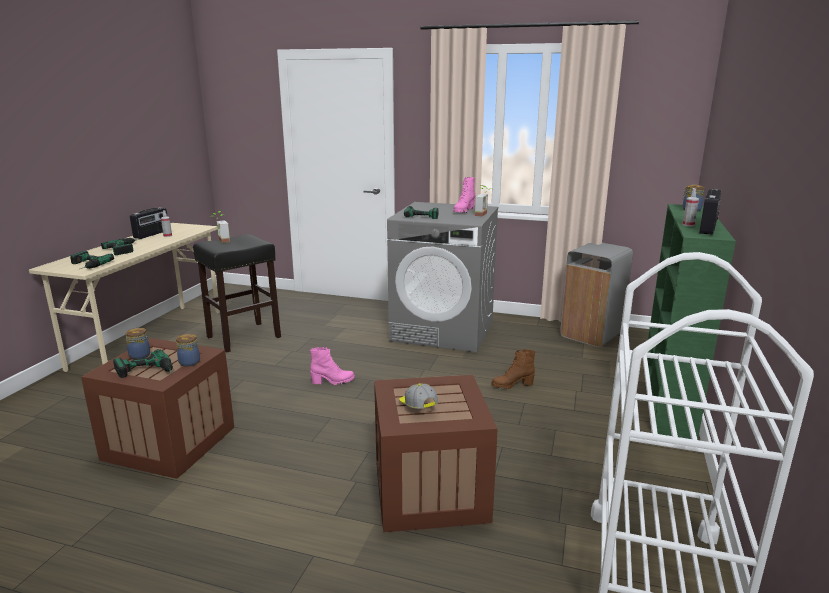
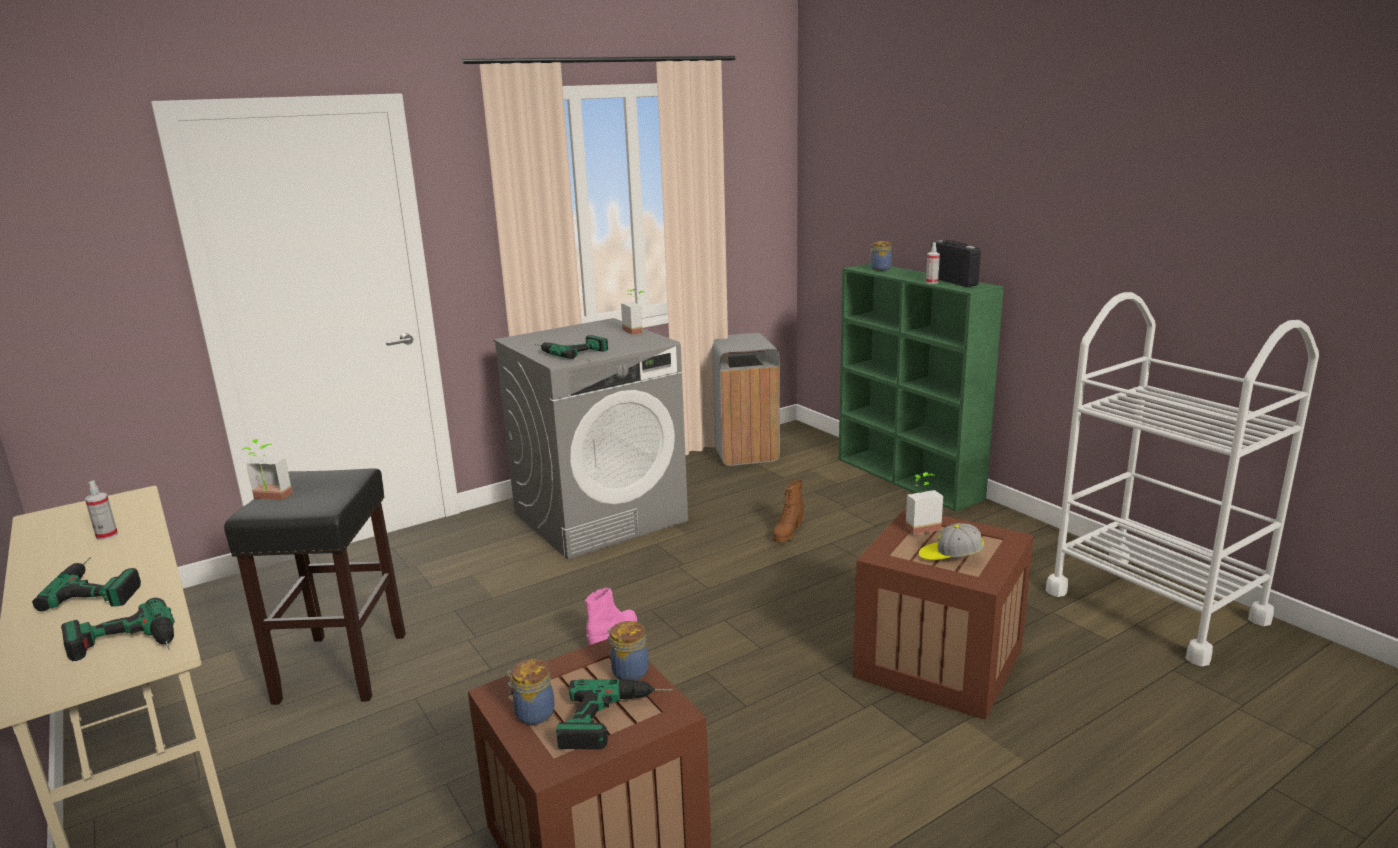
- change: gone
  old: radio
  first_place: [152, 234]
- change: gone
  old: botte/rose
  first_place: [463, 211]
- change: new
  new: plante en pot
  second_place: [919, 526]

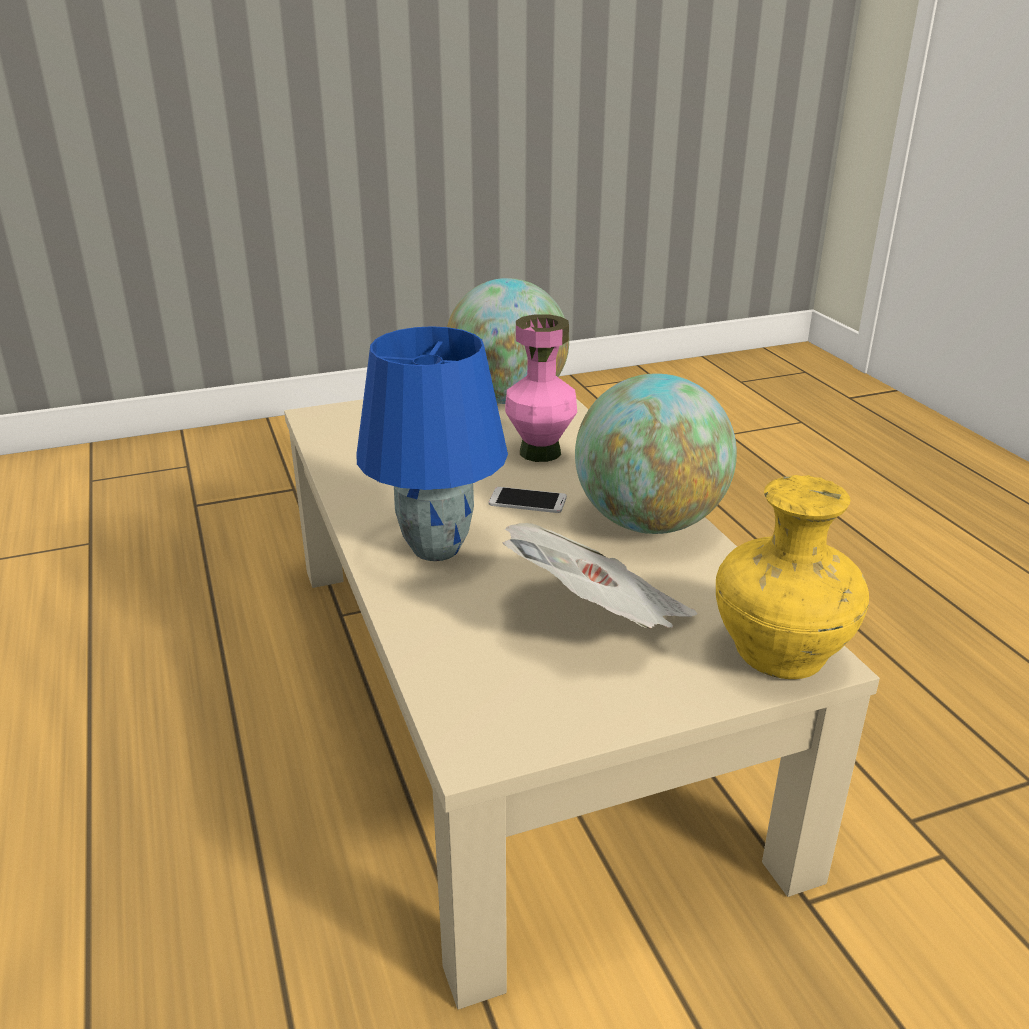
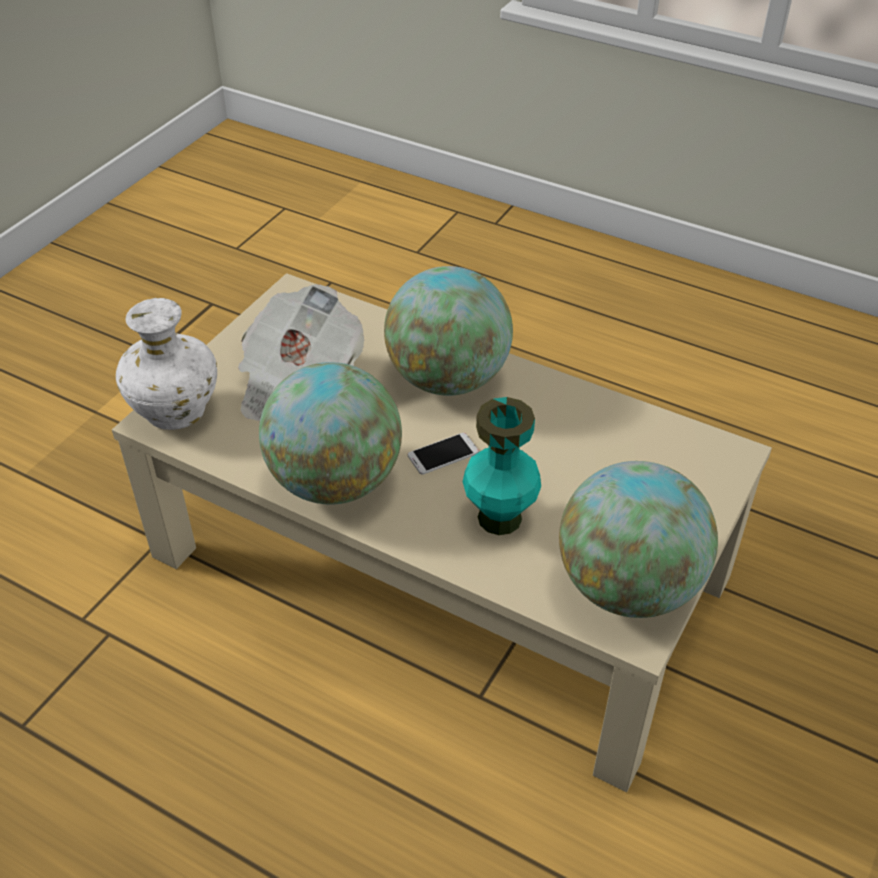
- change: swapped
  old: lampe de table/bleu
  new: globe
  first_place: [435, 550]
  second_place: [447, 379]
- change: repainted
  old: vase/rose
  new: vase/turquoise
  first_place: [540, 452]
  second_place: [499, 518]
- change: repainted
  old: vase/jaune
  new: vase/blanc
  first_place: [780, 657]
  second_place: [175, 412]

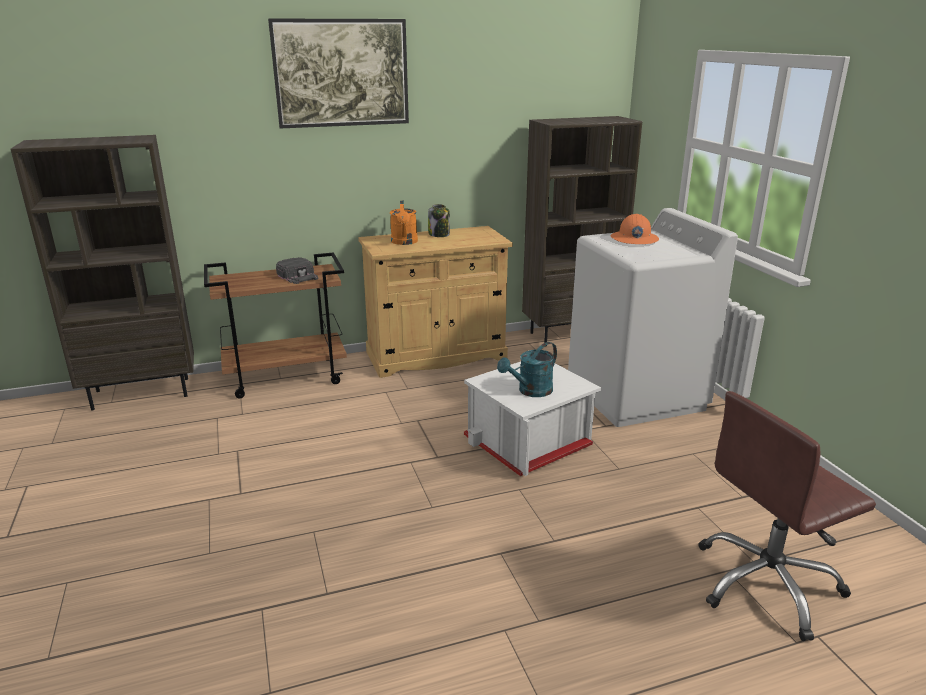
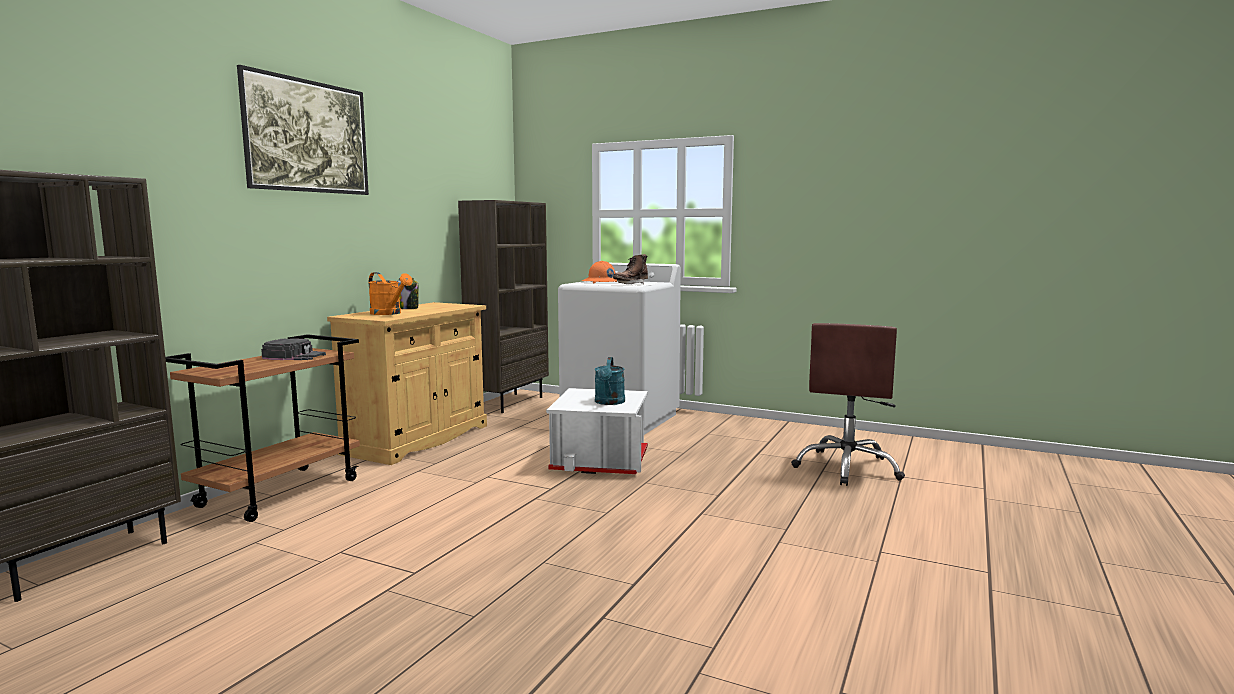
- change: new
  new: botte/marron
  second_place: [630, 284]

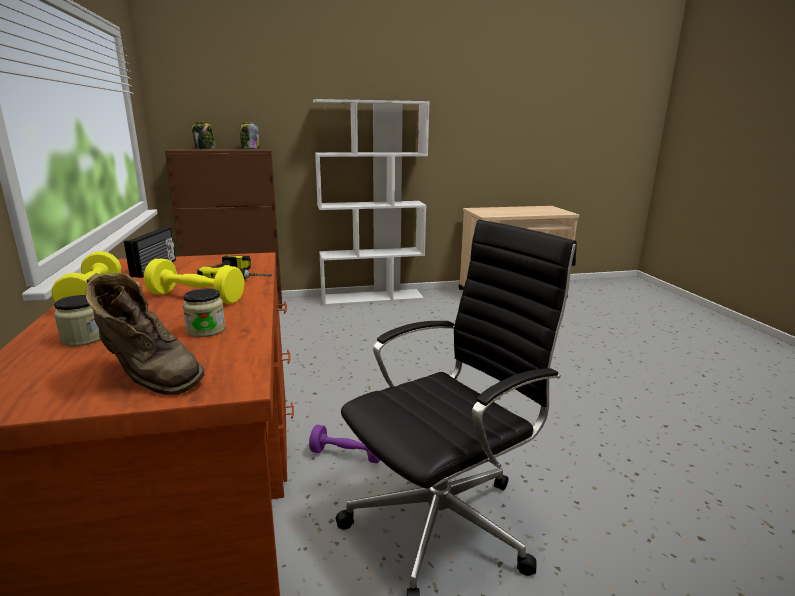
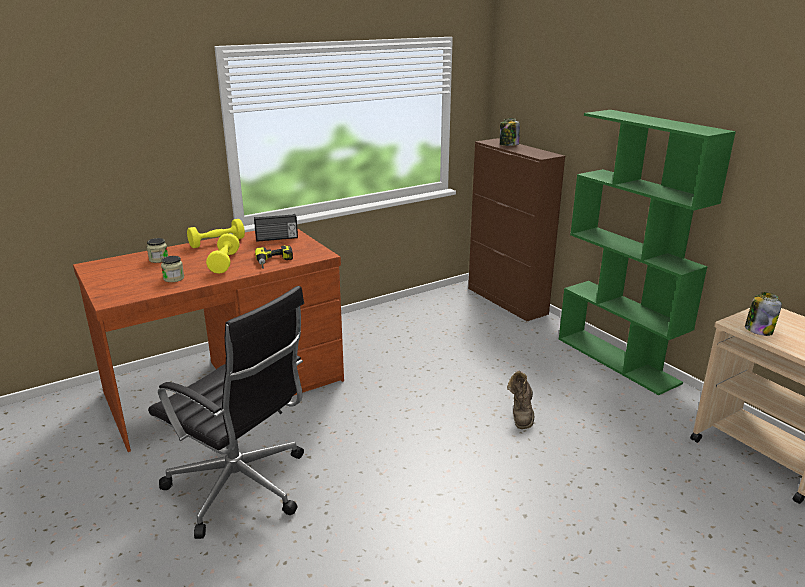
- change: gone
  old: haltère/violet
  first_place: [347, 455]
- change: shifted
  old: botte/marron
  first_place: [148, 377]
  second_place: [521, 415]
- change: shifted
  old: bocal
  first_place: [250, 149]
  second_place: [758, 330]
- change: repainted
  old: bibliothèque/blanc
  new: bibliothèque/vert
  first_place: [372, 297]
  second_place: [618, 360]

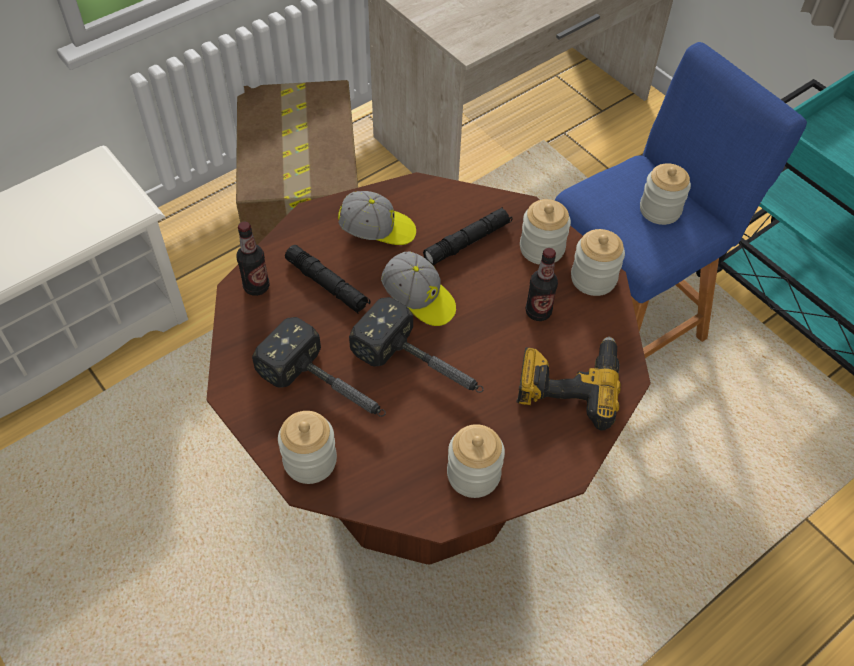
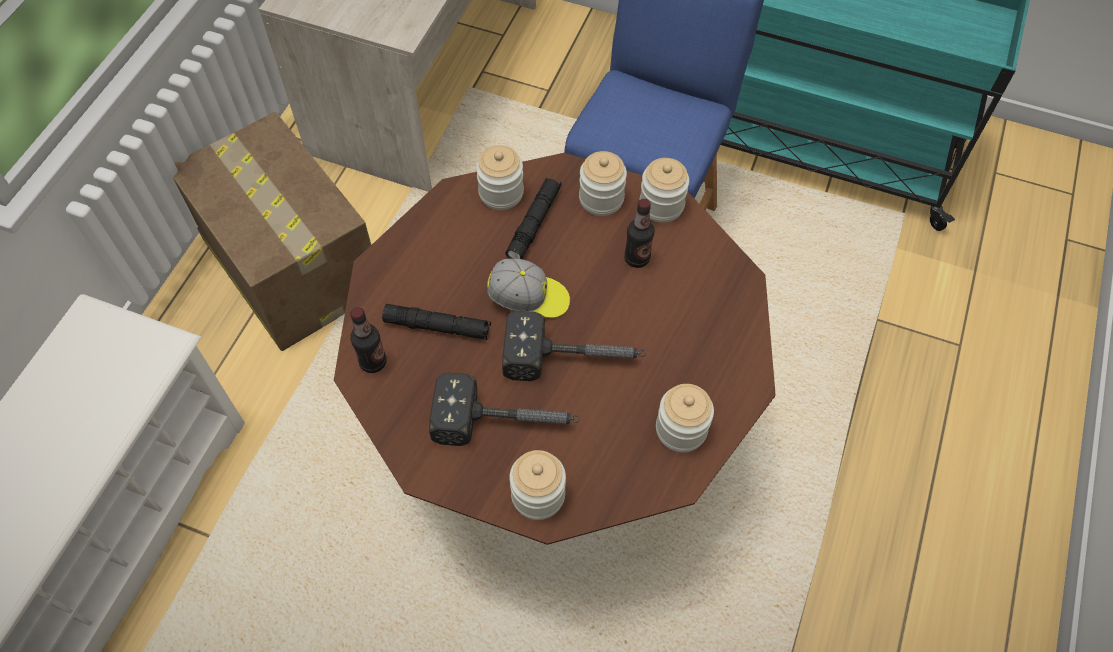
- change: gone
  old: casquette
  first_place: [377, 230]
- change: gone
  old: perceuse
  first_place: [568, 384]
- change: shifted
  old: bocal
  first_place: [660, 210]
  second_place: [501, 193]

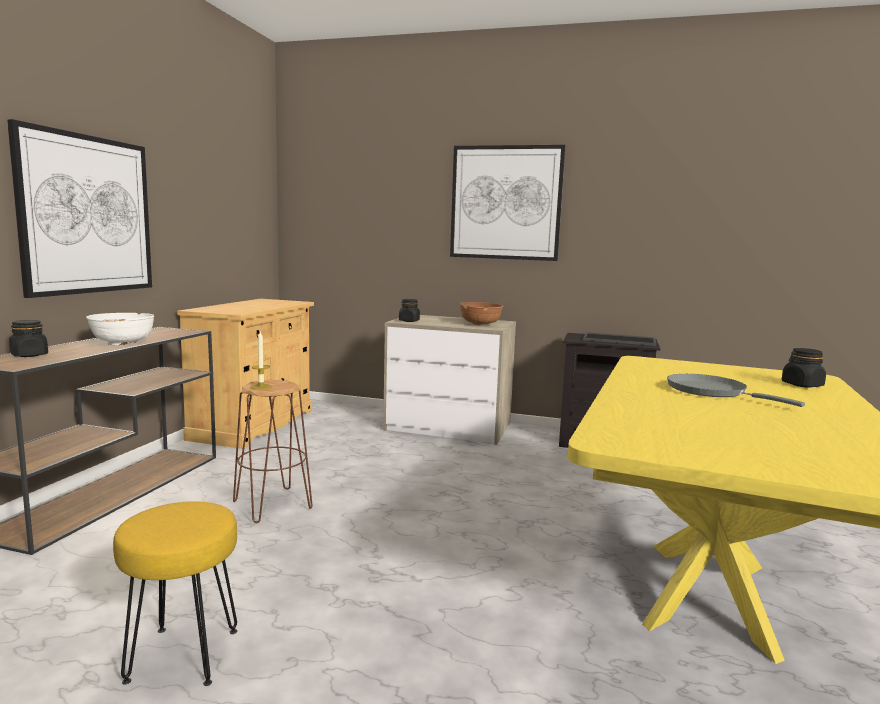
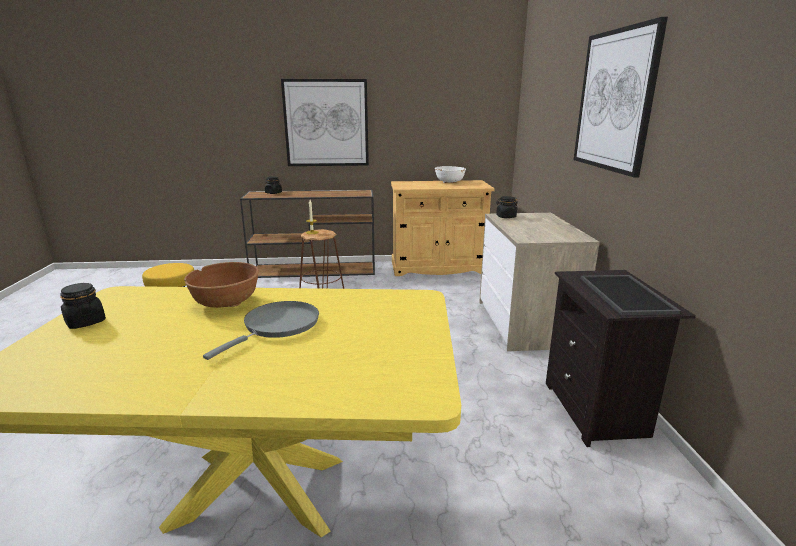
- change: shifted
  old: bol/blanc
  first_place: [122, 343]
  second_place: [449, 182]
- change: shifted
  old: bol/marron
  first_place: [480, 324]
  second_place: [226, 303]
- change: shifted
  old: bocal/noir
  first_place: [802, 385]
  second_place: [85, 322]

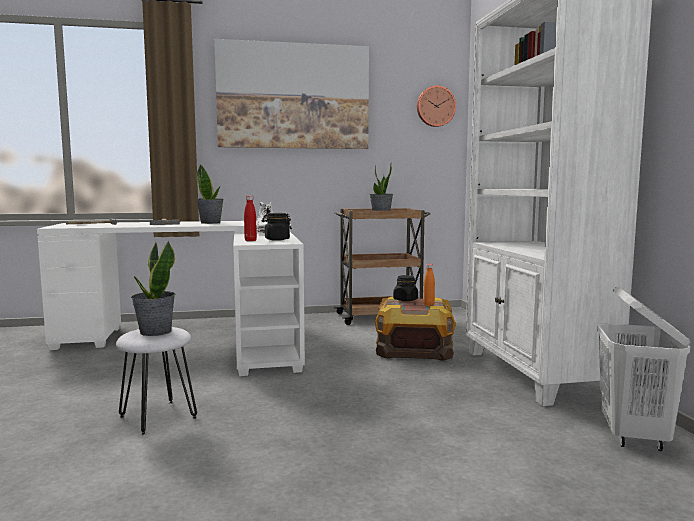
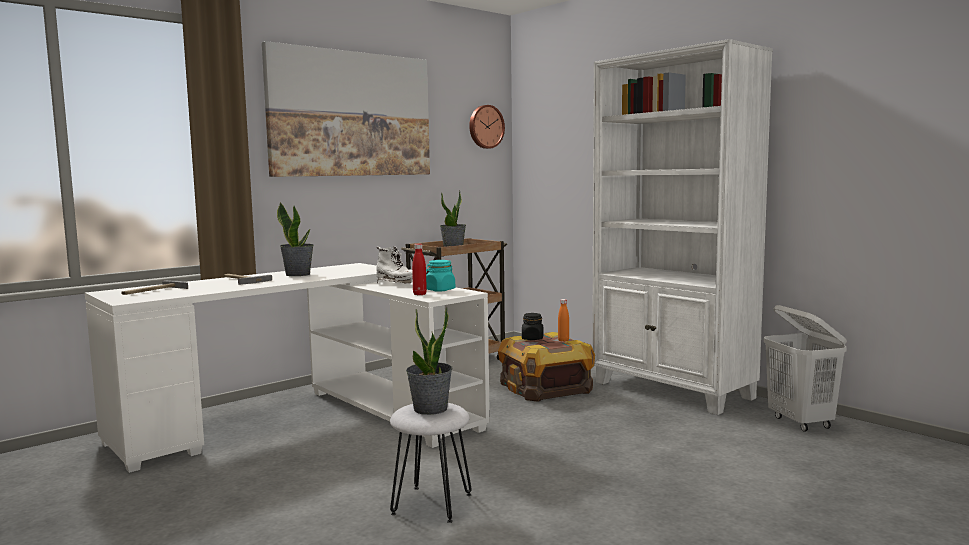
- change: repainted
  old: bocal/noir
  new: bocal/turquoise
  first_place: [276, 239]
  second_place: [439, 290]

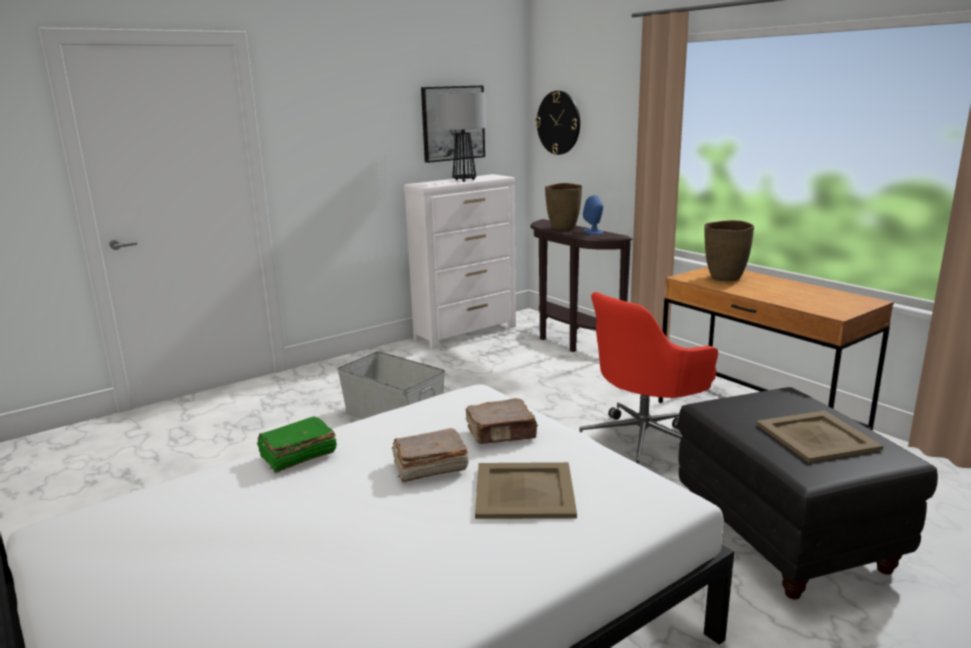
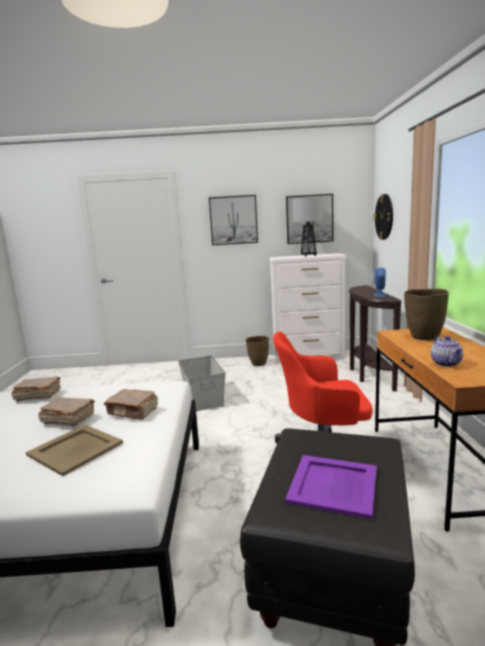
- change: new
  new: tableau
  second_place: [233, 220]
- change: new
  new: théière
  second_place: [446, 363]
- change: shifted
  old: vase/marron
  first_place: [563, 228]
  second_place: [258, 364]
- change: repainted
  old: livre/vert
  new: livre/marron
  first_place: [297, 456]
  second_place: [37, 396]
- change: repainted
  old: plateau/beige
  new: plateau/violet
  first_place: [815, 436]
  second_place: [332, 484]

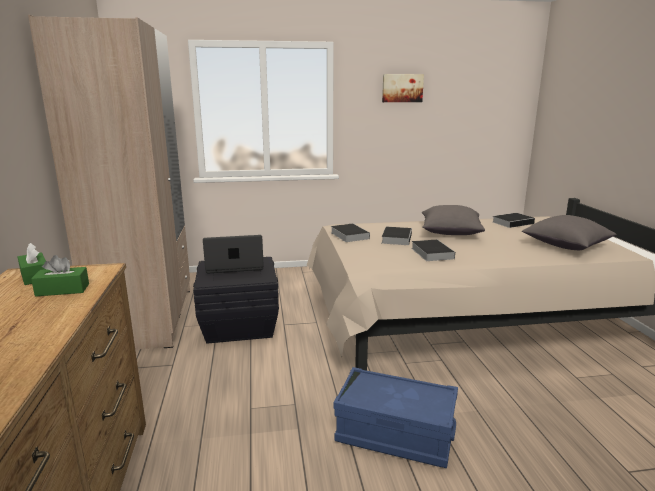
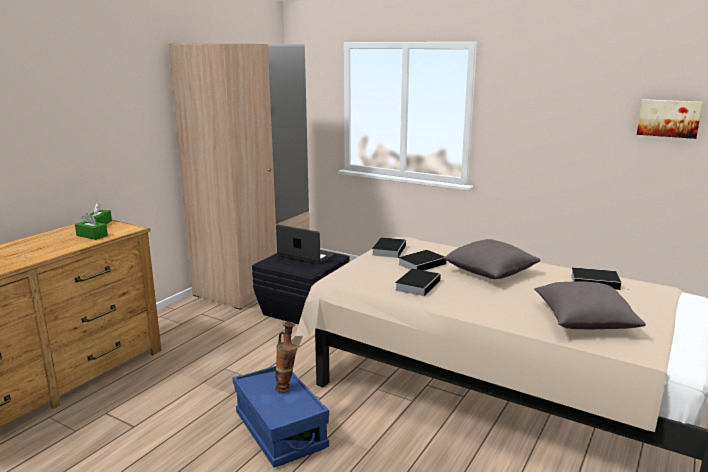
- change: new
  new: vase
  second_place: [286, 388]
- change: shifted
  old: tableau
  first_place: [402, 88]
  second_place: [669, 118]

